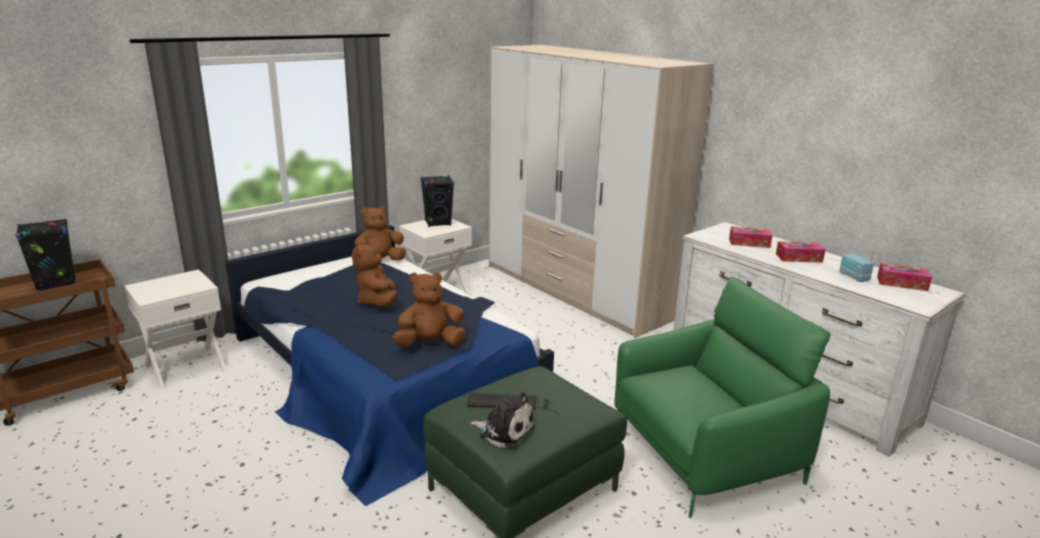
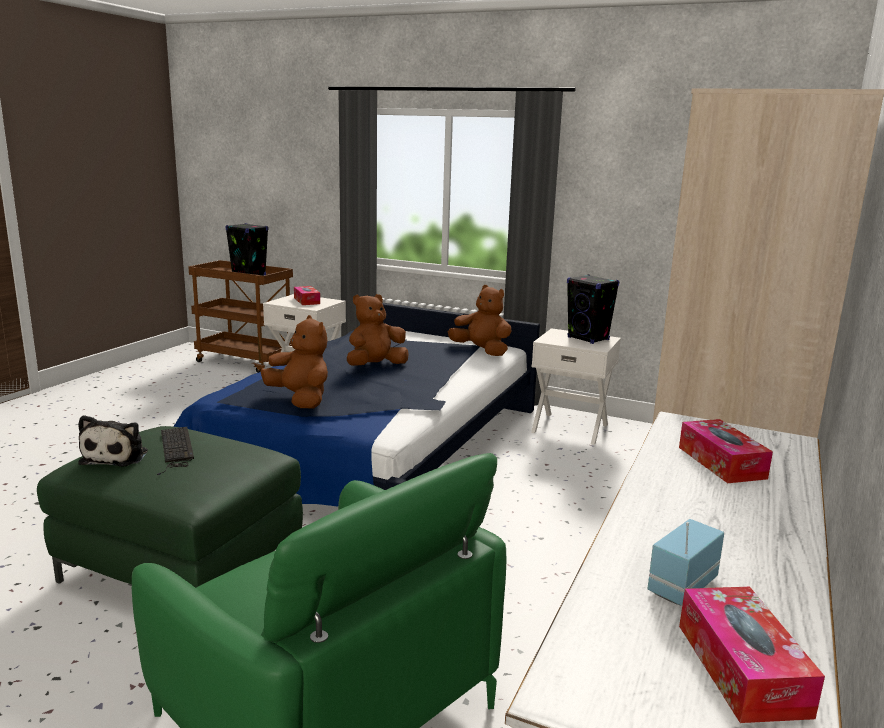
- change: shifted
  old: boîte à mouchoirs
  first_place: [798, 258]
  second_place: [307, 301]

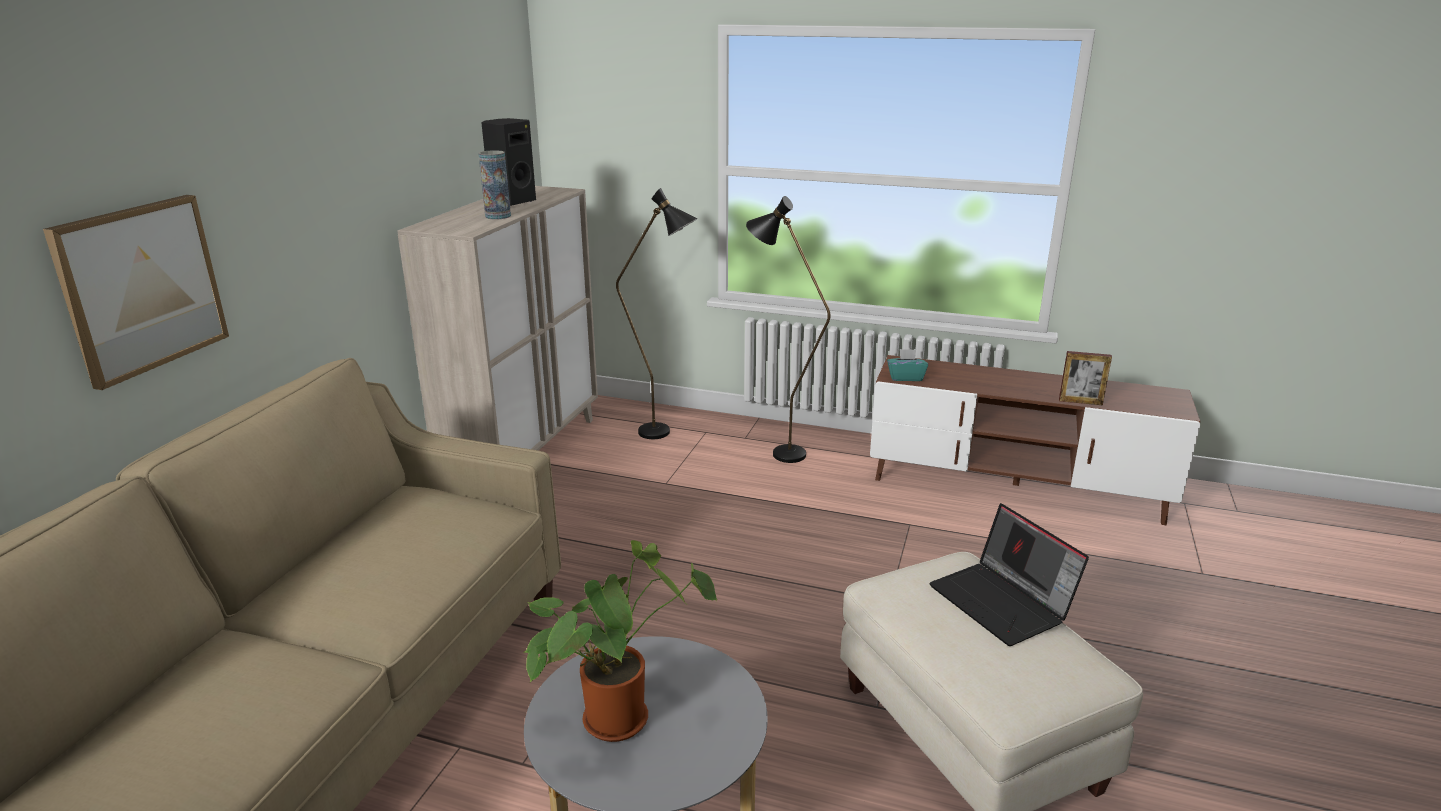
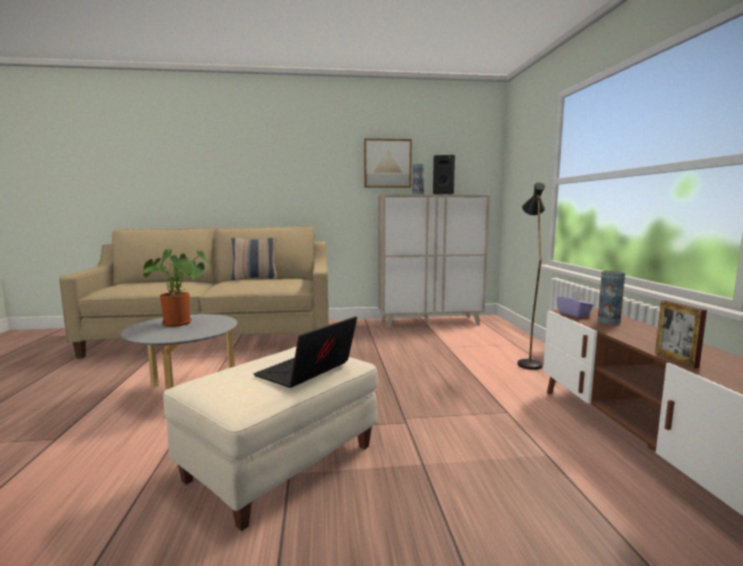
- change: gone
  old: lampadaire/noir
  first_place: [665, 434]
- change: new
  new: coussin
  second_place: [255, 278]
- change: new
  new: vase
  second_place: [608, 321]
- change: shifted
  old: tableau
  first_place: [141, 288]
  second_place: [387, 163]
- change: repainted
  old: boîte à mouchoirs/turquoise
  new: boîte à mouchoirs/violet
  first_place: [905, 377]
  second_place: [573, 314]

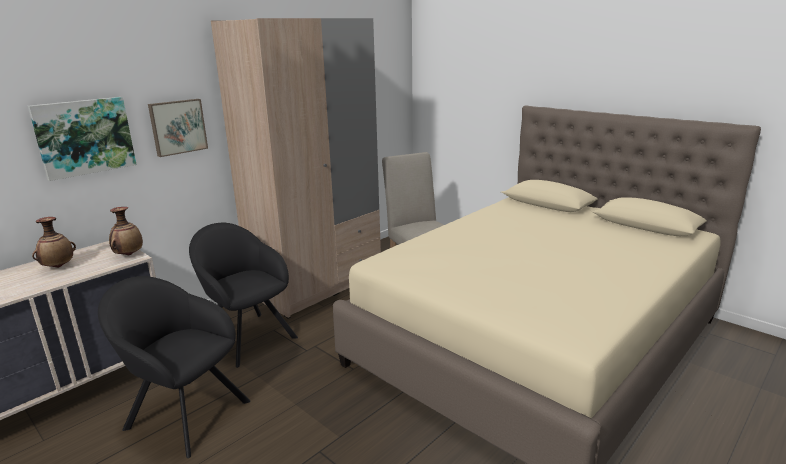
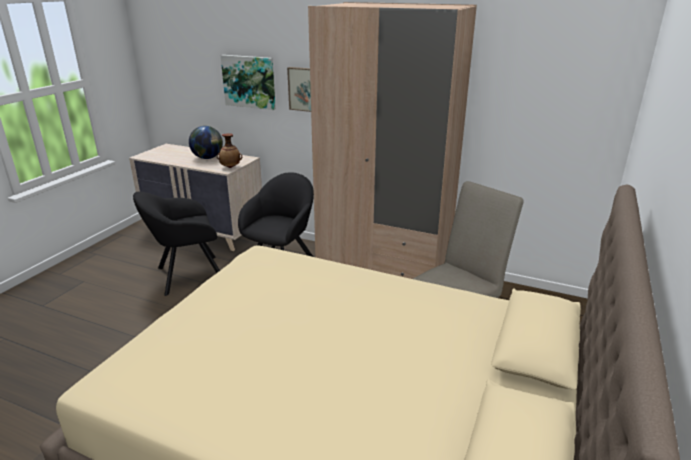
- change: swapped
  old: vase
  new: globe
  first_place: [58, 266]
  second_place: [208, 158]
- change: rotated
  old: fauteuil/noir
  first_place: [184, 412]
  second_place: [187, 275]
  degrees: -120

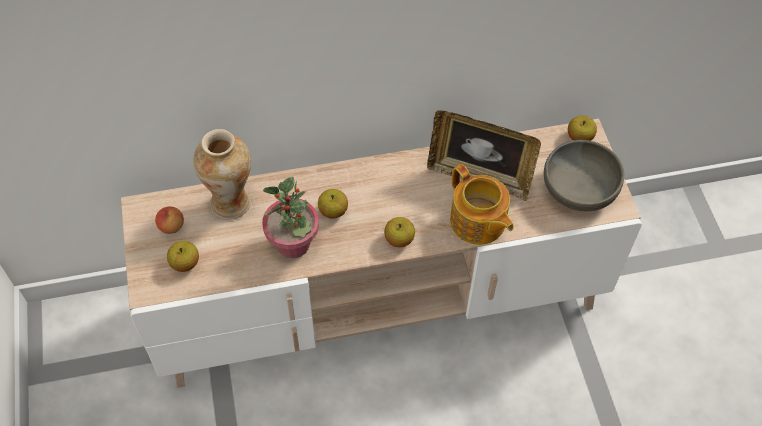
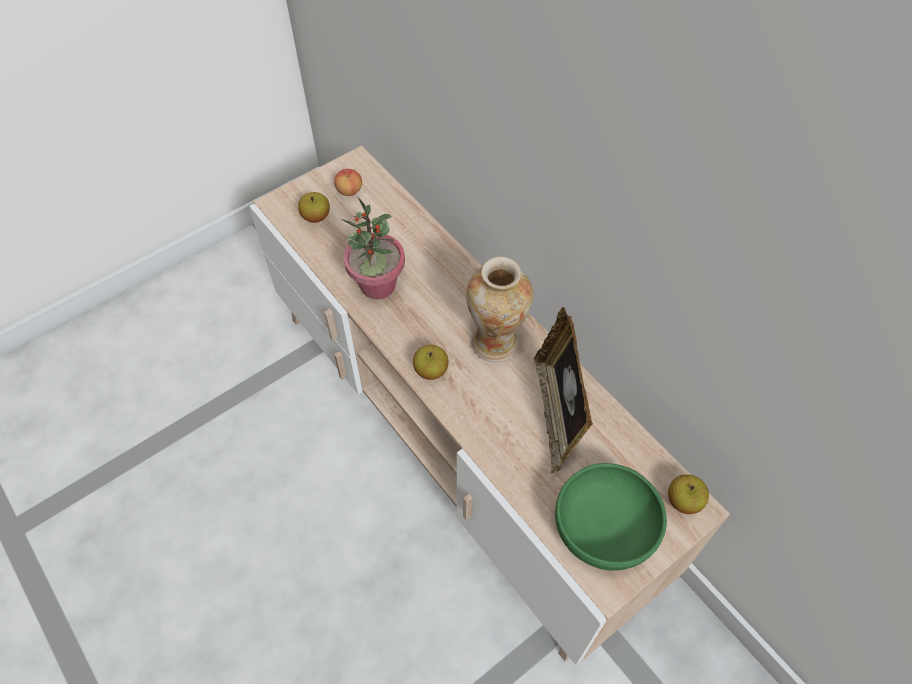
- change: gone
  old: pomme
  first_place: [333, 211]
- change: gone
  old: théière
  first_place: [478, 222]
- change: shifted
  old: vase
  first_place: [231, 203]
  second_place: [495, 343]
- change: repainted
  old: bol/gris
  new: bol/vert
  first_place: [579, 189]
  second_place: [605, 528]

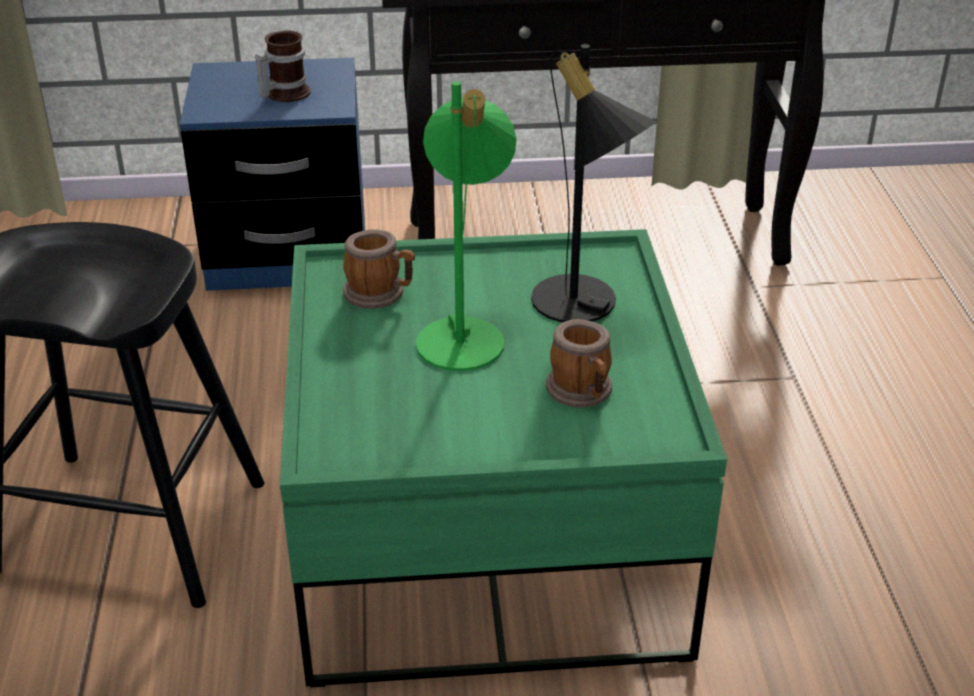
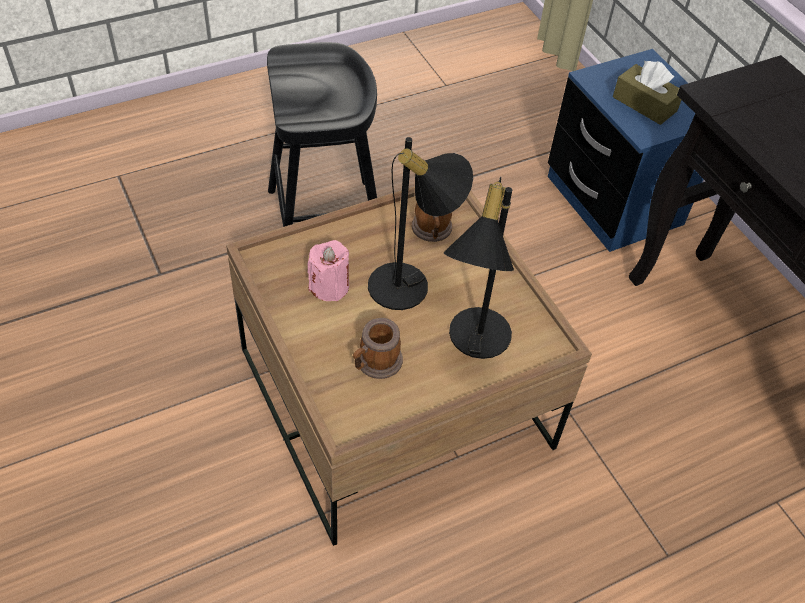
- change: new
  new: bougie/rose
  second_place: [329, 286]
- change: swapped
  old: mug
  new: boîte à mouchoirs/marron
  first_place: [283, 93]
  second_place: [644, 104]
- change: repainted
  old: table basse/vert
  new: table basse/marron
  first_place: [486, 536]
  second_place: [394, 398]
- change: repainted
  old: lampe de table/vert
  new: lampe de table/noir
  first_place: [465, 333]
  second_place: [410, 285]

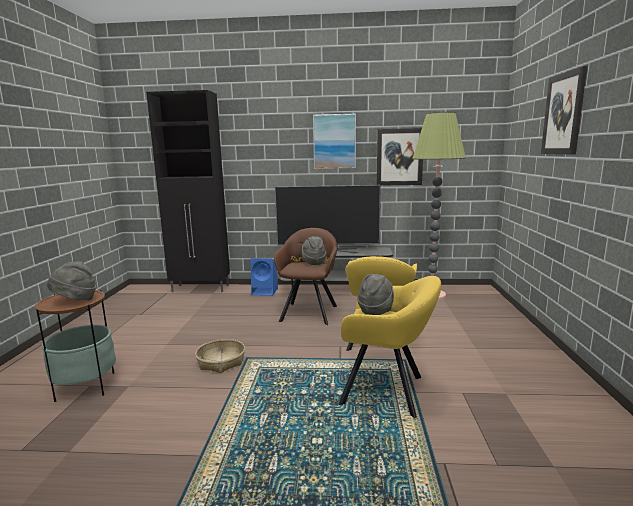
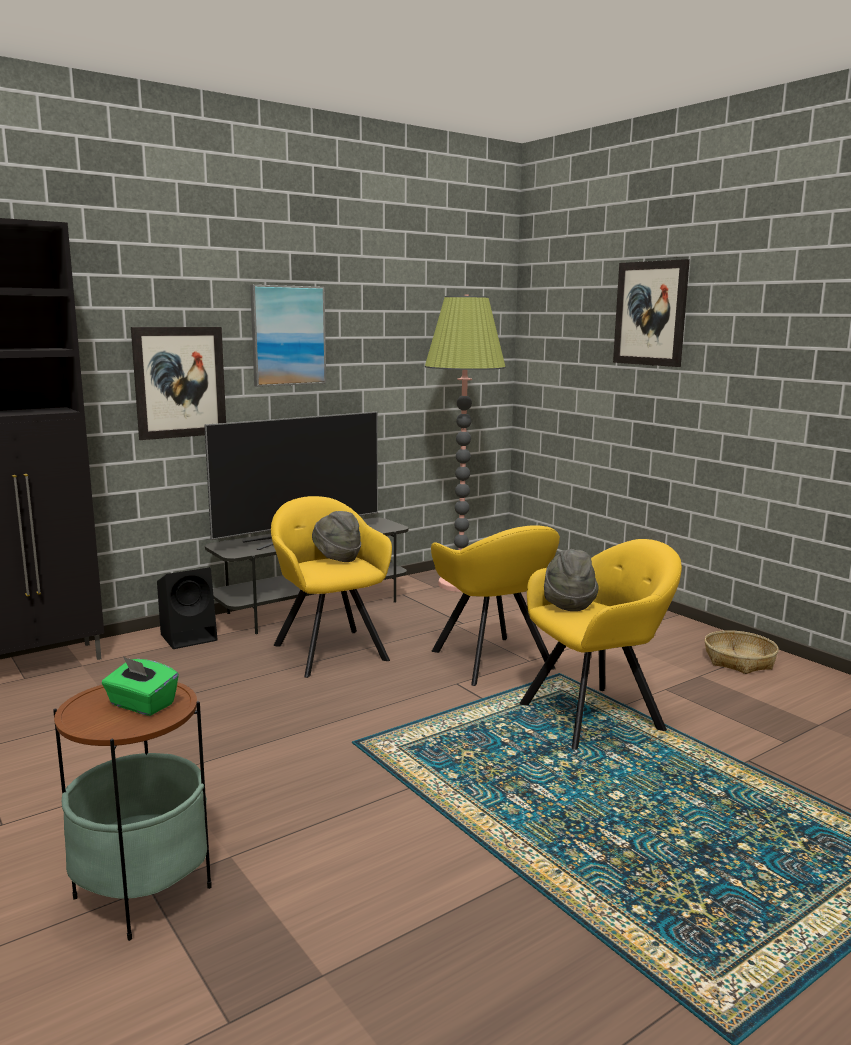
- change: shifted
  old: panier
  first_place: [221, 362]
  second_place: [738, 661]
- change: shifted
  old: tableau
  first_place: [399, 157]
  second_place: [179, 382]
- change: swapped
  old: chapeau/gris
  new: boîte à mouchoirs/vert
  first_place: [75, 300]
  second_place: [141, 705]
- change: repainted
  old: enceinte/bleu
  new: enceinte/noir
  first_place: [265, 291]
  second_place: [190, 637]
- change: repainted
  old: fauteuil/marron
  new: fauteuil/jaune
  first_place: [309, 312]
  second_place: [329, 649]

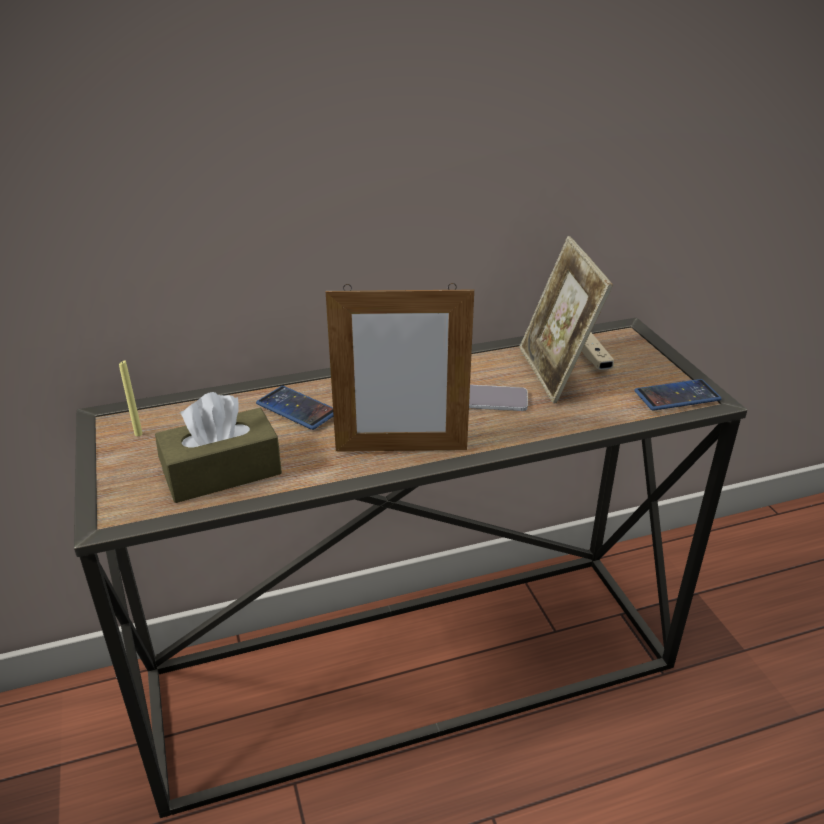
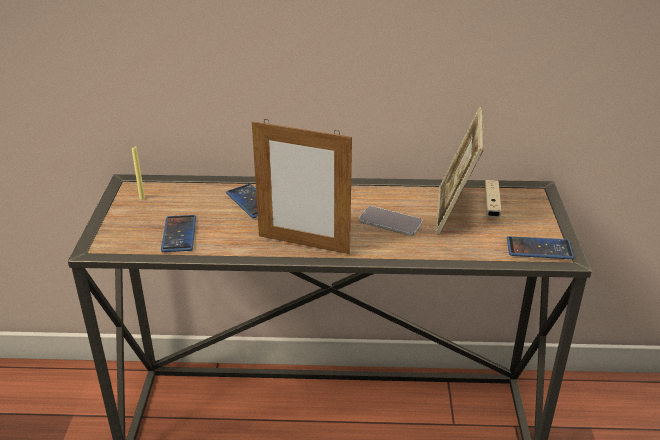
- change: swapped
  old: boîte à mouchoirs/marron
  new: téléphone
  first_place: [222, 472]
  second_place: [179, 234]

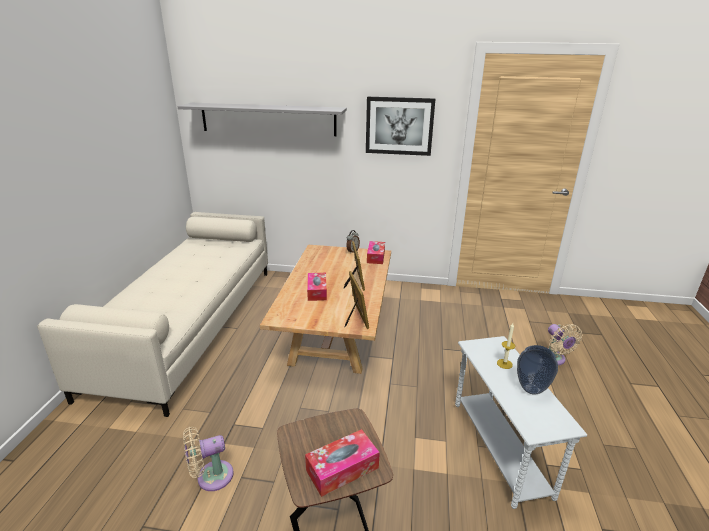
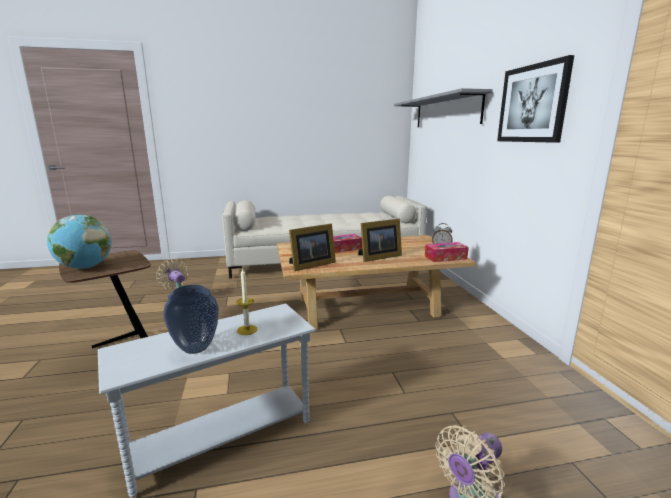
- change: swapped
  old: boîte à mouchoirs
  new: globe
  first_place: [342, 469]
  second_place: [85, 267]

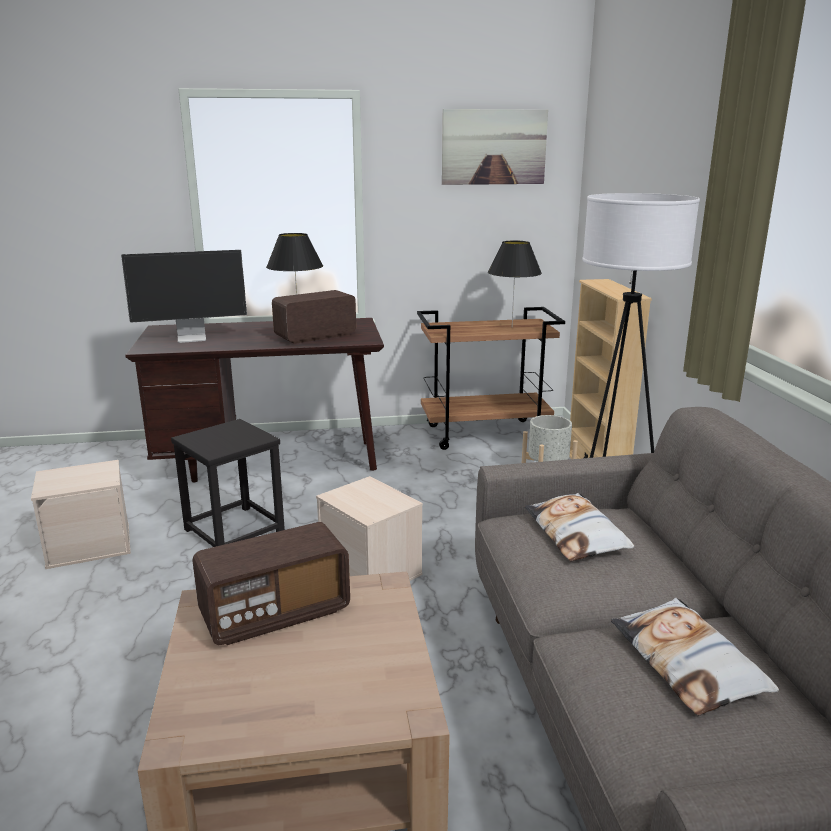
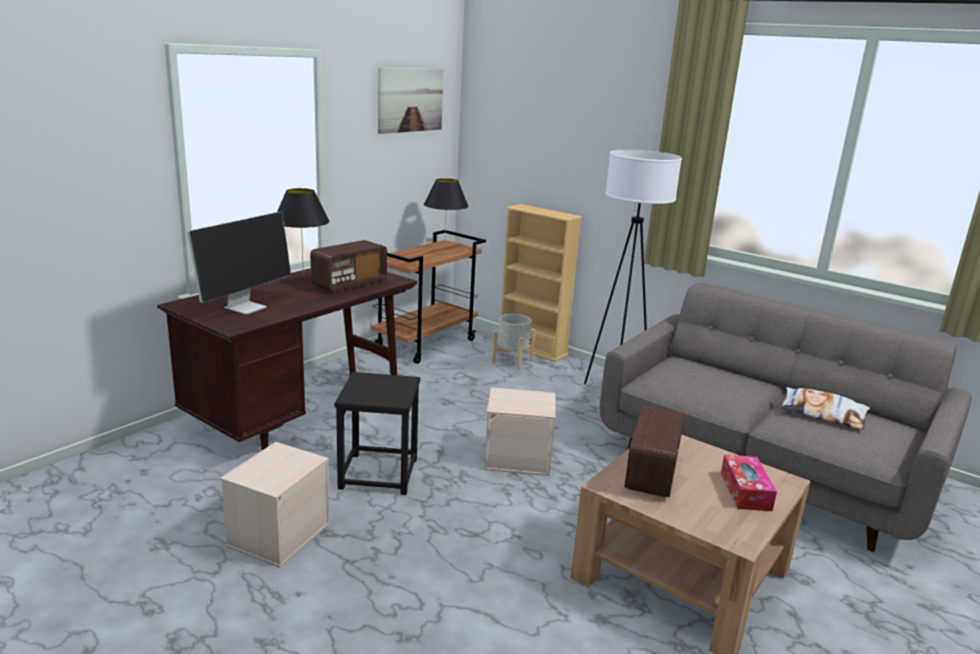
- change: gone
  old: coussin
  first_place: [576, 534]
- change: new
  new: boîte à mouchoirs
  second_place: [745, 491]
- change: rotated
  old: radio
  first_place: [315, 336]
  second_place: [349, 284]
  degrees: -150

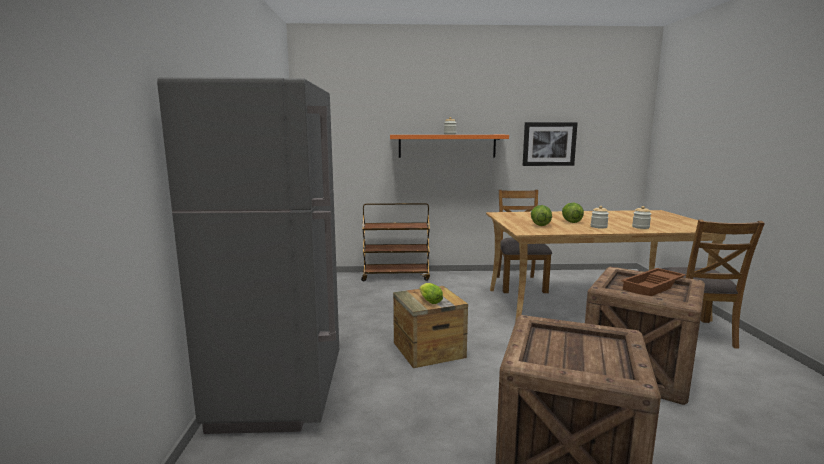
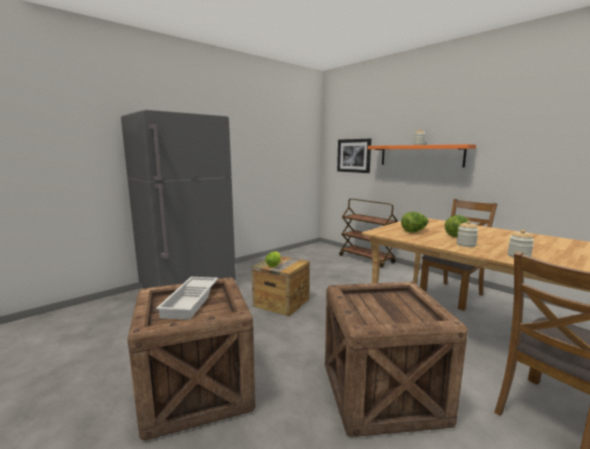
- change: gone
  old: plateau/marron
  first_place: [653, 286]
- change: new
  new: plateau/blanc
  second_place: [192, 301]
- change: shifted
  old: tableau
  first_place: [549, 144]
  second_place: [354, 155]

